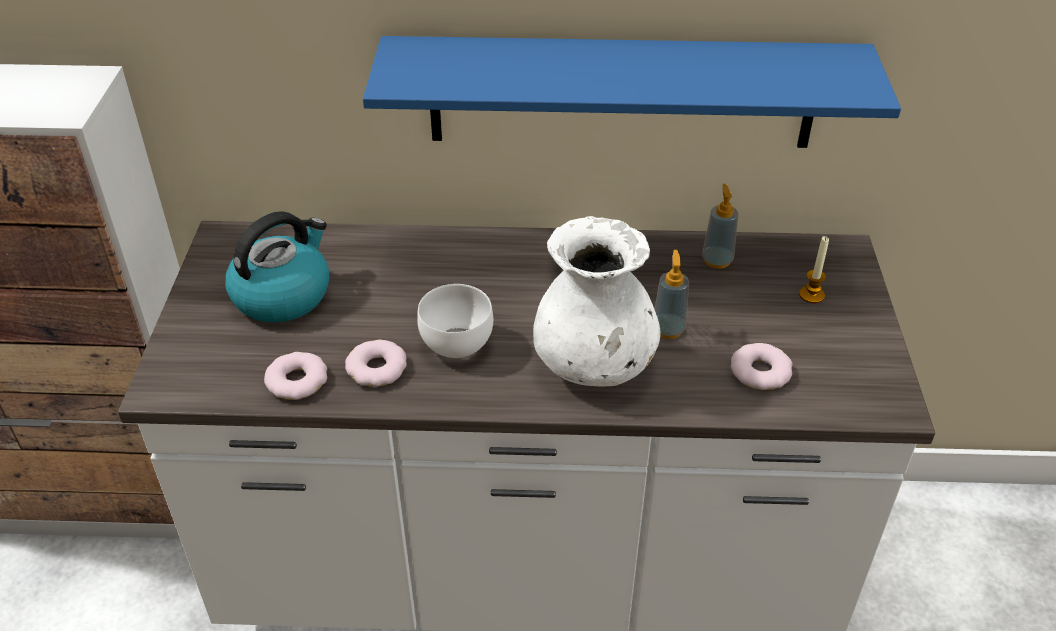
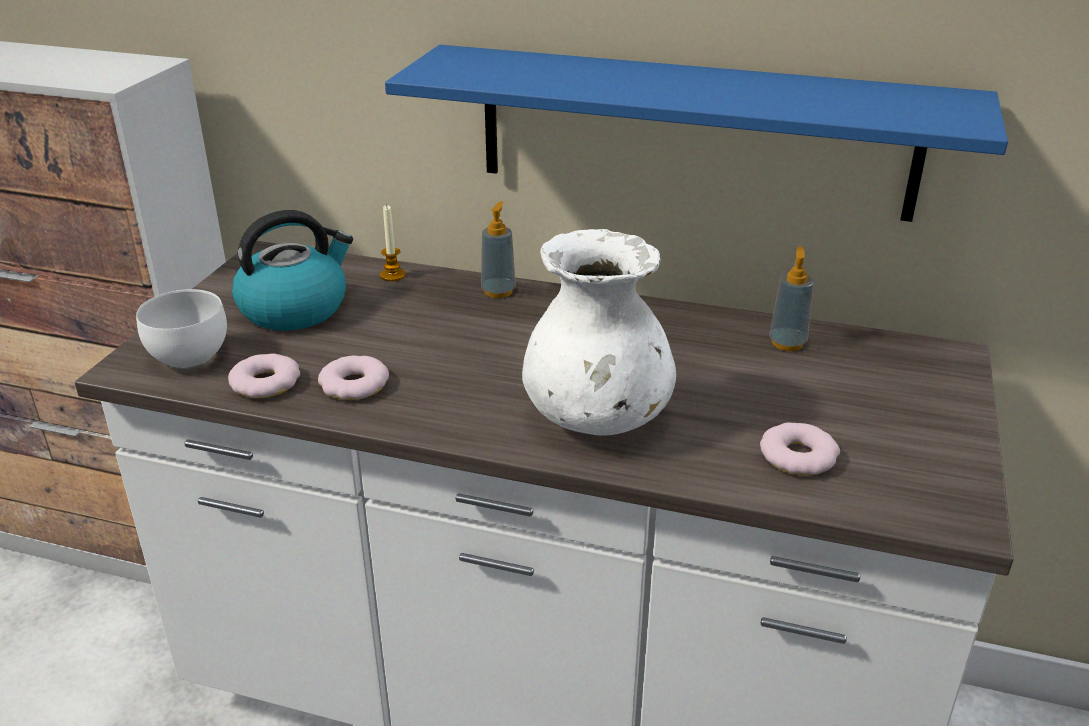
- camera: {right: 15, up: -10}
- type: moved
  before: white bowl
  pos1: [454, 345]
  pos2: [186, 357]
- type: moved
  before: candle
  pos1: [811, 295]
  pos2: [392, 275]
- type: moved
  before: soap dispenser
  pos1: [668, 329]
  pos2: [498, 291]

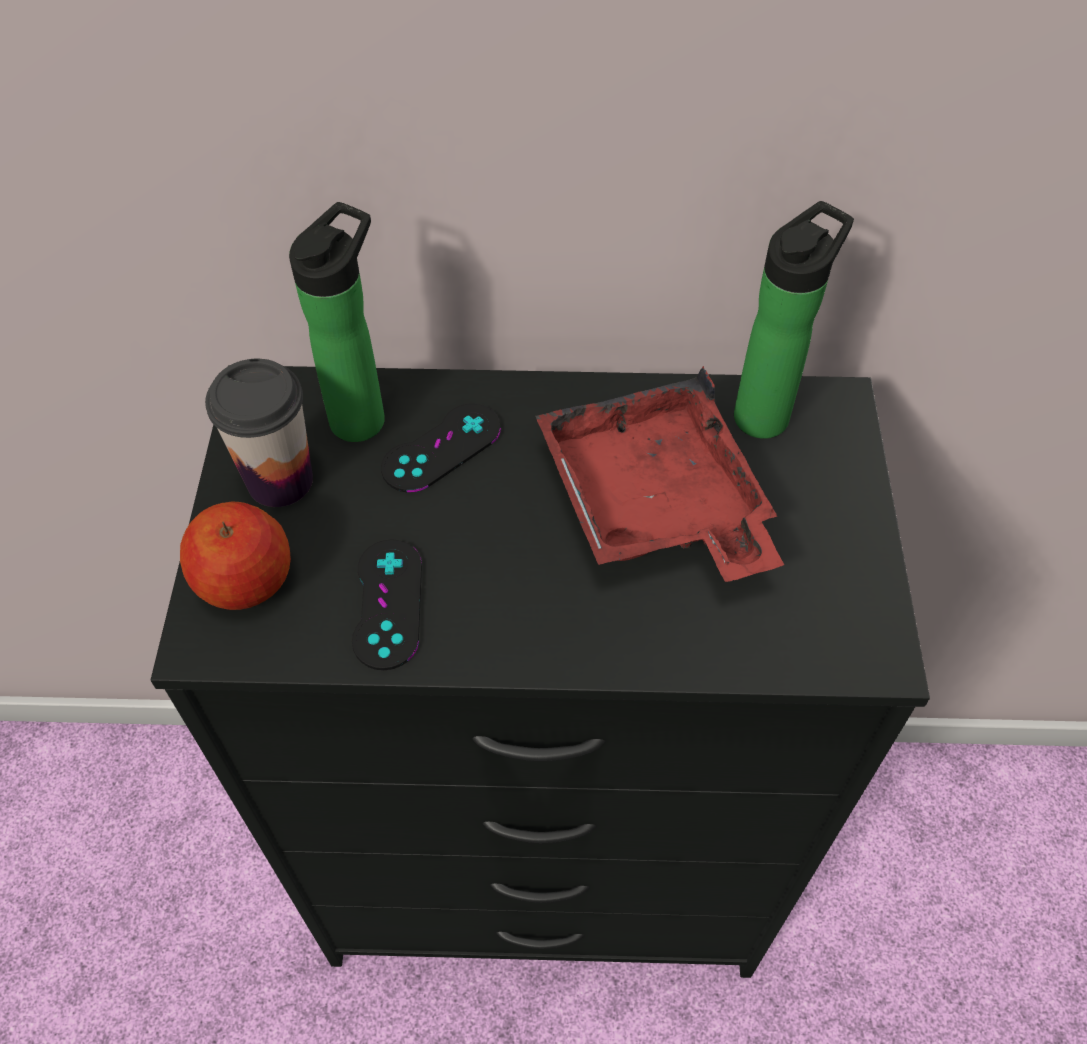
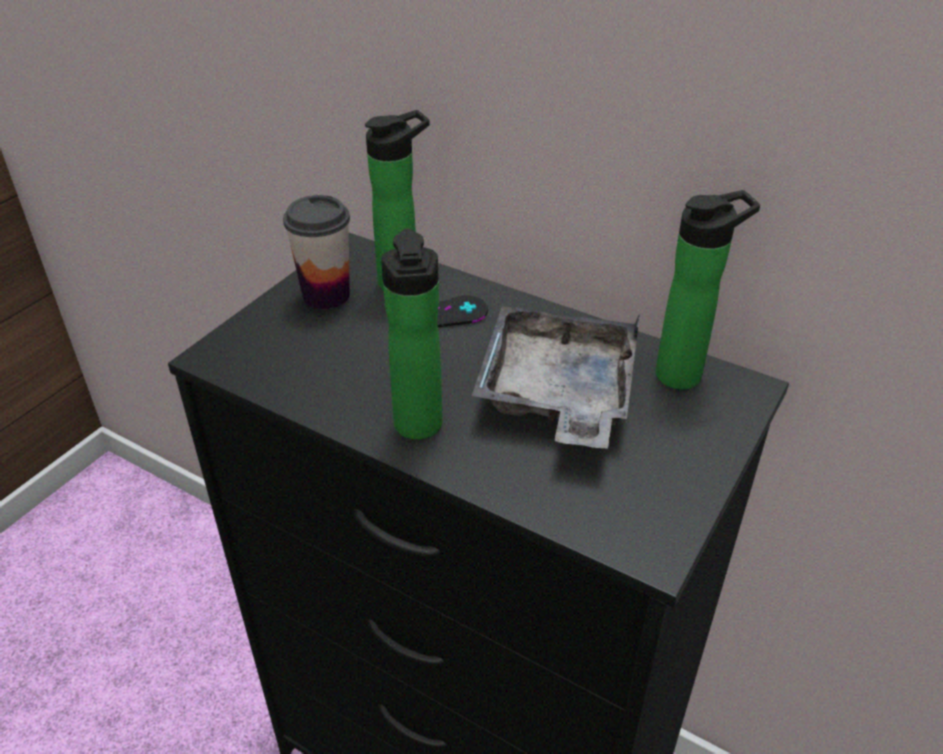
- camera: {right: 30, up: -15}
- type: added
  after: bottle
  pos2: [419, 429]
- type: recoloured
  before: red tray
  after: grey tray
  pos1: [655, 502]
  pos2: [557, 394]
- type: removed
  before: apple
  pos1: [246, 580]
- type: removed
  before: black game controller
  pos1: [388, 604]

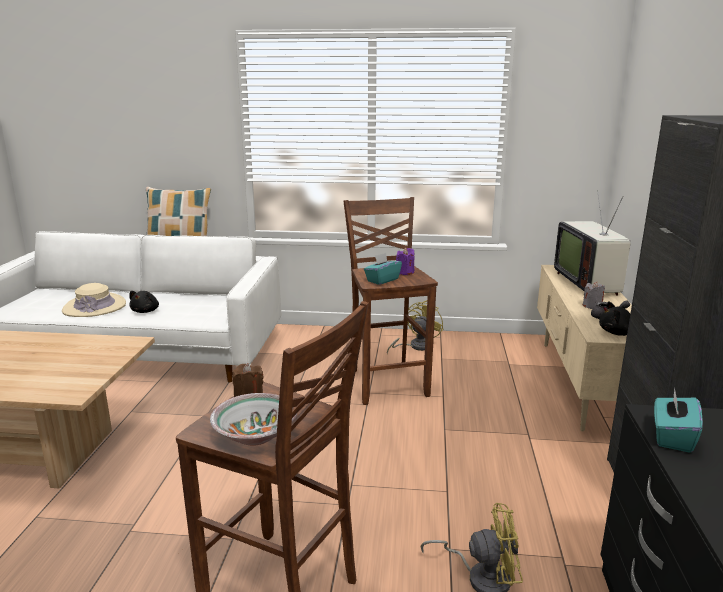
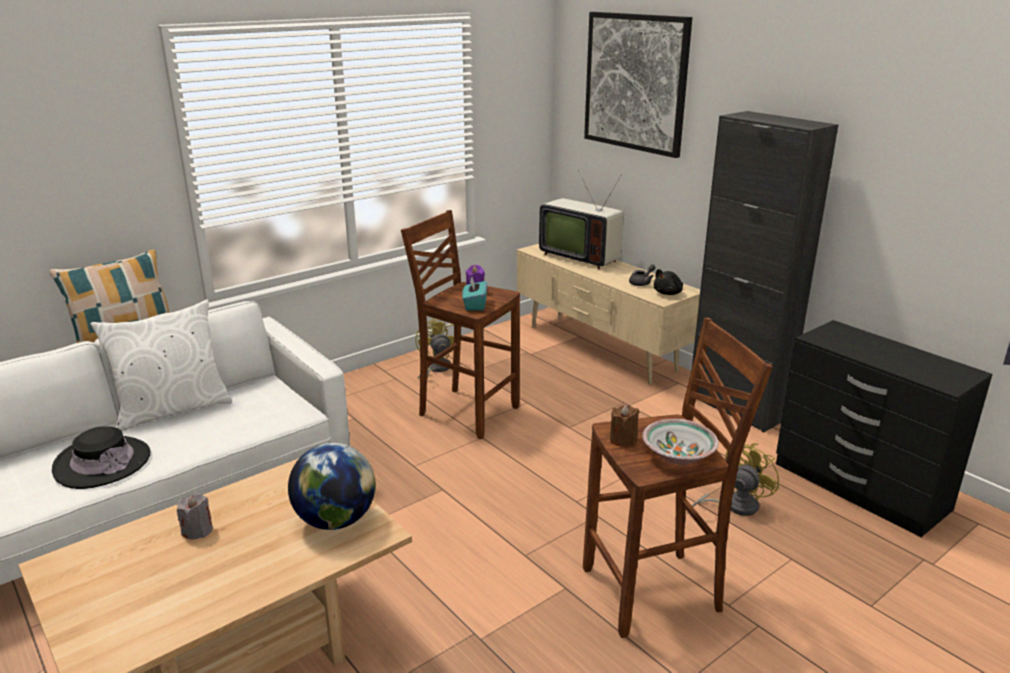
- camera: {right: -45, up: 5}
- type: recoloured
  before: beige hat
  after: black hat
  pos1: [94, 307]
  pos2: [102, 463]
- type: added
  after: white pillow
  pos2: [173, 409]
- type: moved
  before: grey candle
  pos1: [592, 306]
  pos2: [198, 530]
- type: added
  after: globe
  pos2: [335, 520]
- type: added
  after: picture
  pos2: [635, 82]
- type: removed
  before: black plush toy
  pos1: [146, 311]
- type: removed
  before: turquoise tissue box
  pos1: [672, 437]

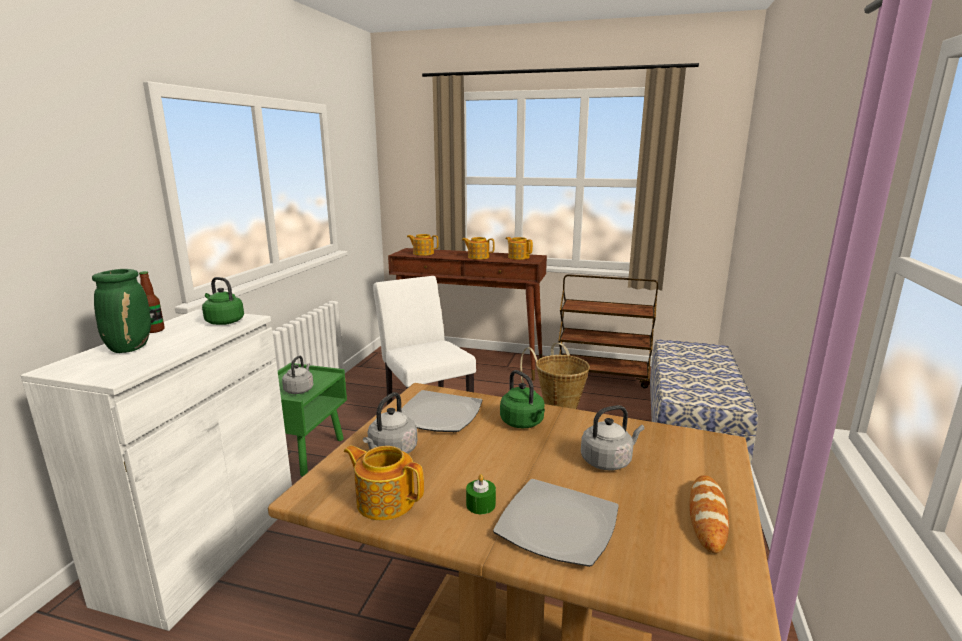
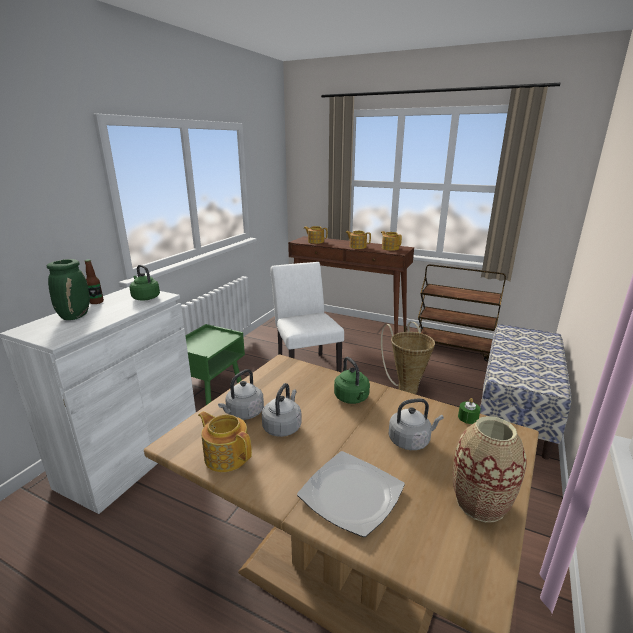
- camera: {right: 10, up: 5}
- type: moved
  before: grey kettle
  pos1: [299, 389]
  pos2: [283, 426]
- type: replaced
  before: bread
  after: vase
  pos1: [707, 516]
  pos2: [480, 503]
- type: moved
  before: green candle
  pos1: [480, 504]
  pos2: [468, 417]
- type: removed
  before: plate
  pos1: [438, 415]

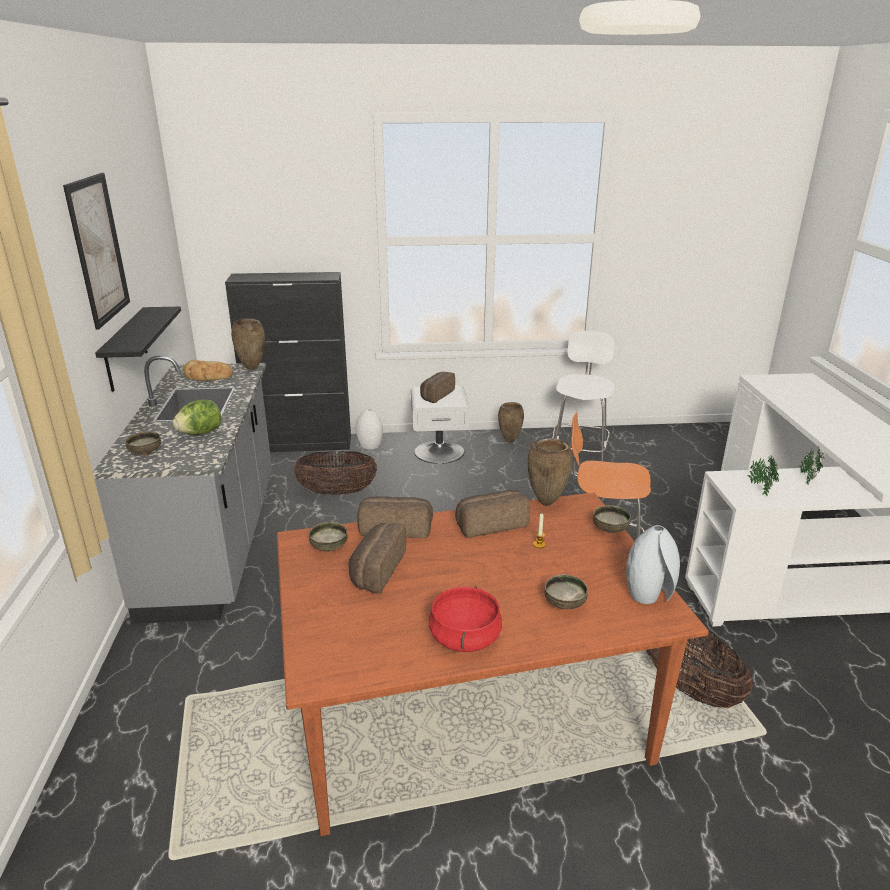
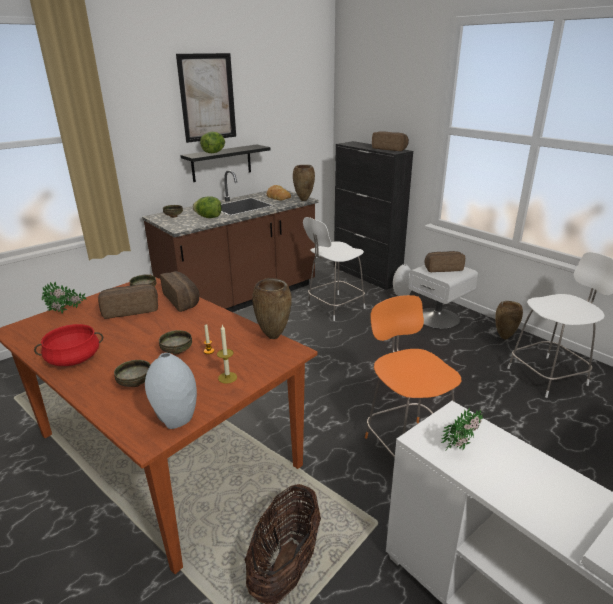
- camera: {right: 55, up: 0}
- type: moved
  before: potted plant
  pos1: [807, 479]
  pos2: [67, 312]
- type: recoloured
  before: grey counter
  after: brown counter
  pos1: [215, 543]
  pos2: [241, 299]
- type: moved
  before: bowl
  pos1: [610, 530]
  pos2: [176, 351]
- type: added
  after: lettuce
  pos2: [214, 152]
- type: added
  after: candle
  pos2: [227, 377]
- type: replaced
  before: basket
  after: white chair
  pos1: [337, 492]
  pos2: [334, 307]
- type: moved
  before: bread
  pos1: [491, 524]
  pos2: [390, 149]

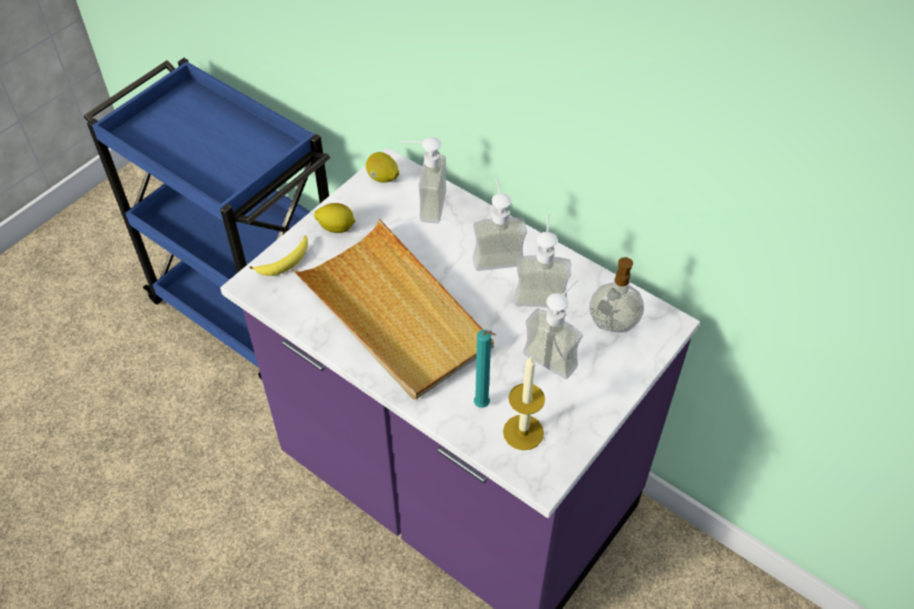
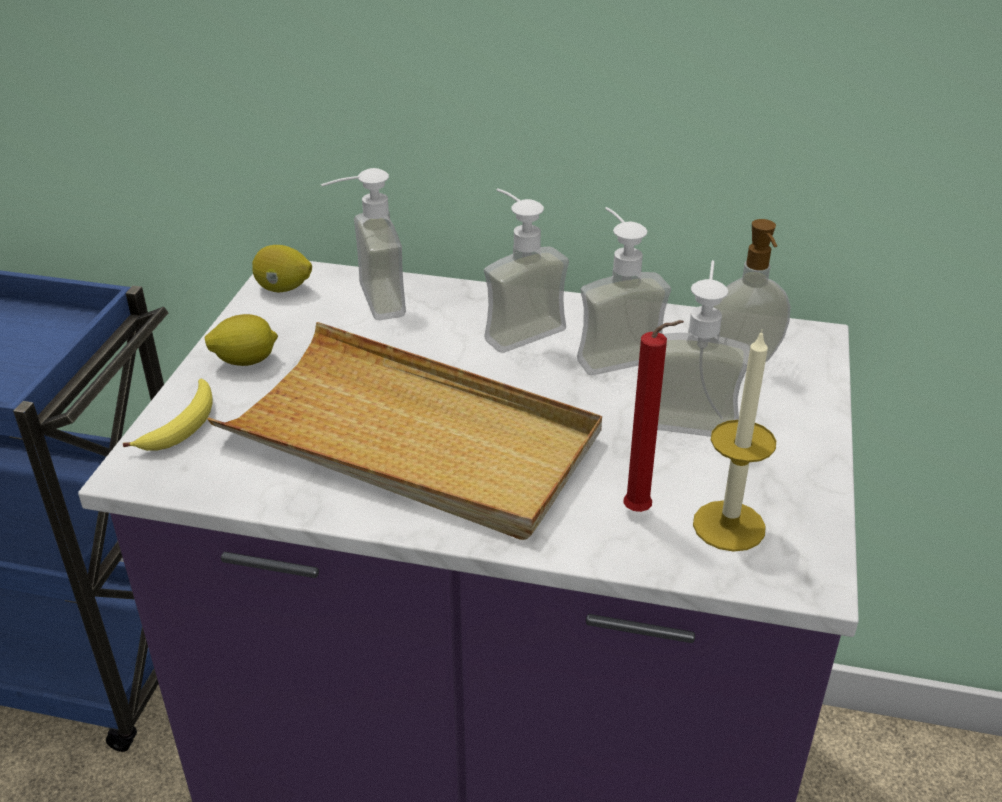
- camera: {right: -25, up: -15}
- type: recoloured
  before: turquoise candle
  after: red candle
  pos1: [483, 406]
  pos2: [641, 512]

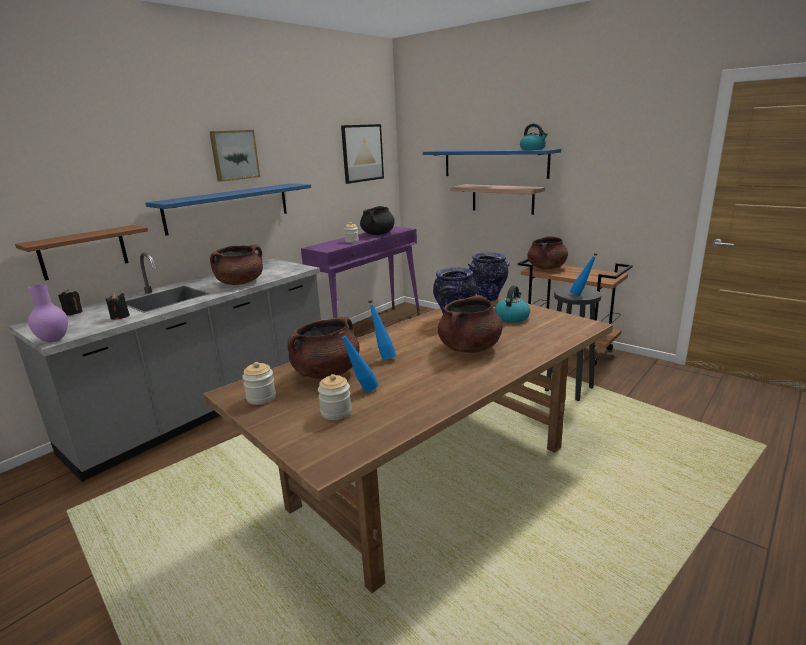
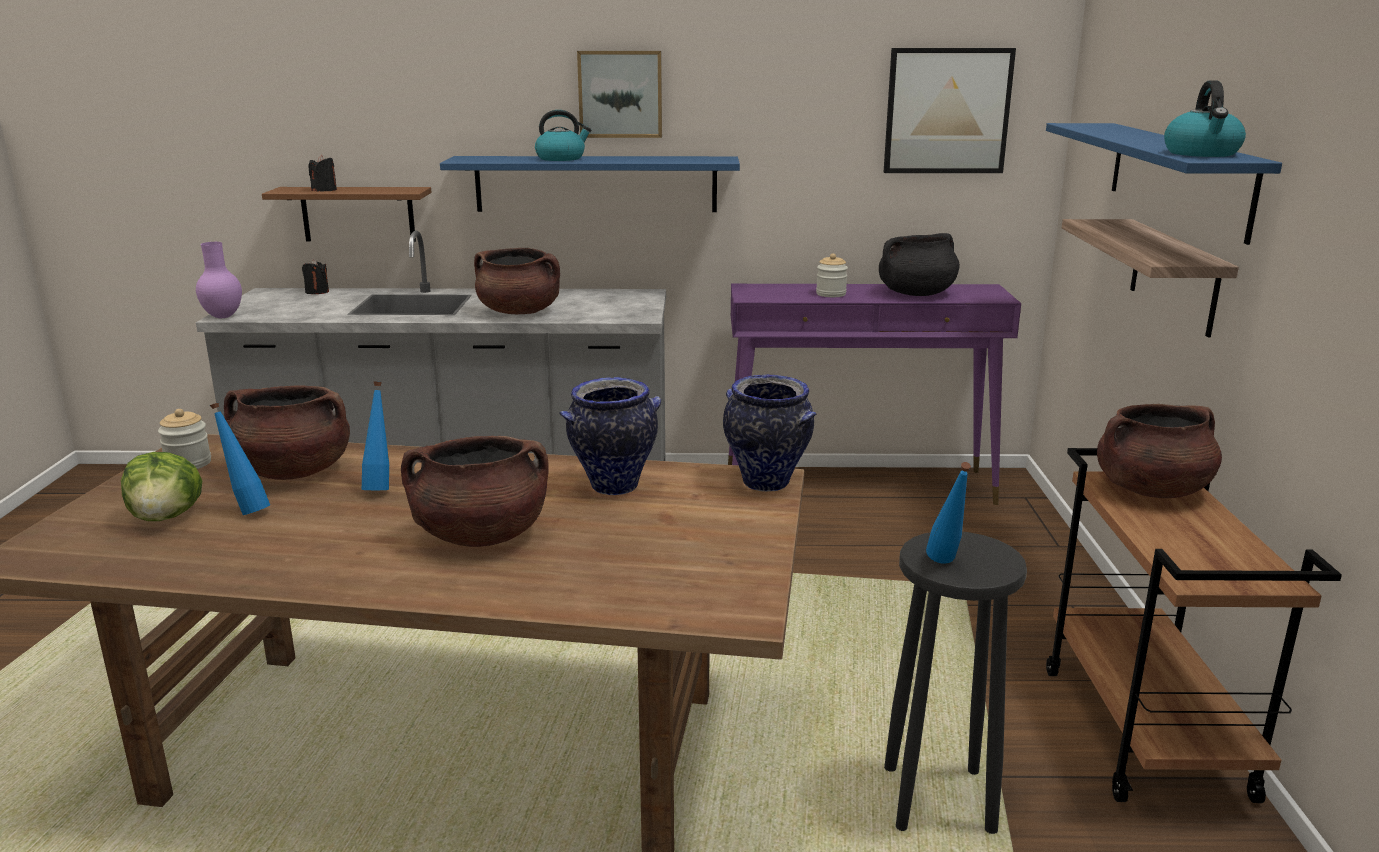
- camera: {right: 50, up: 0}
- type: replaced
  before: jar
  after: lettuce
  pos1: [336, 412]
  pos2: [167, 517]
- type: moved
  before: black candle
  pos1: [120, 317]
  pos2: [324, 190]
- type: moved
  before: kettle
  pos1: [511, 317]
  pos2: [561, 158]

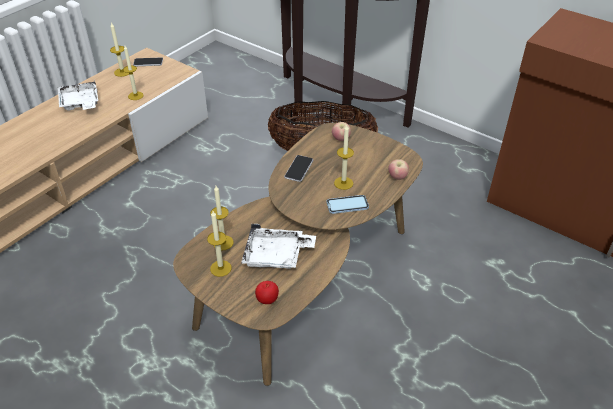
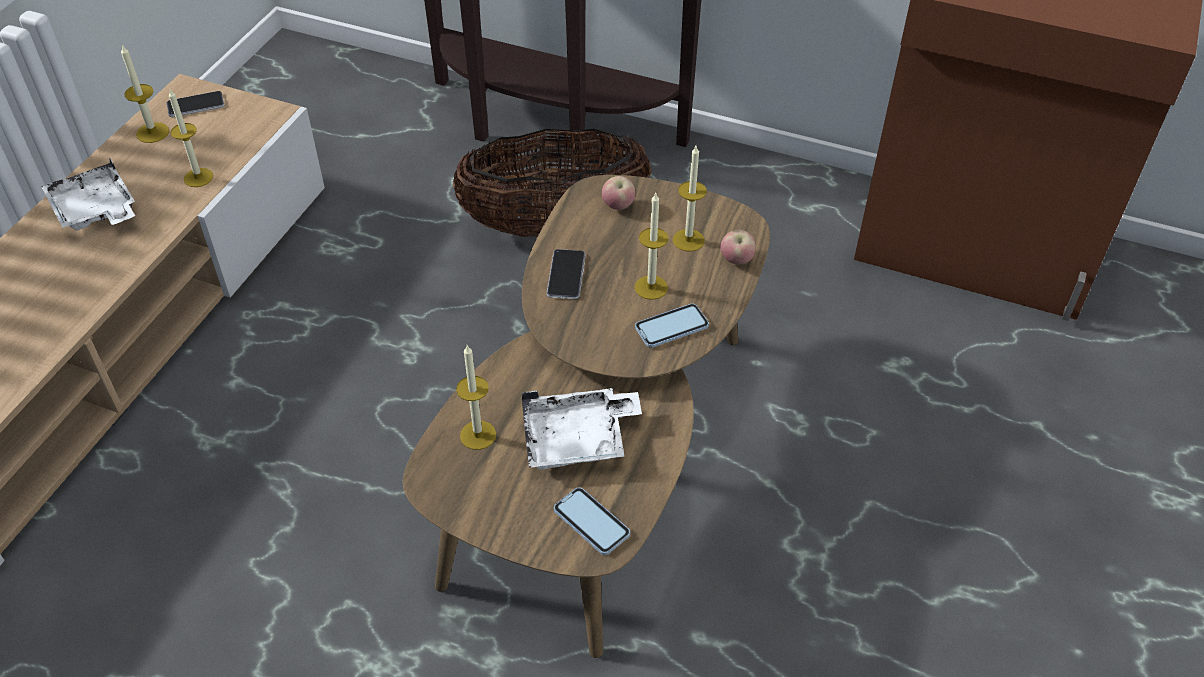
- camera: {right: -15, up: 5}
- type: replaced
  before: apple
  after: phone
  pos1: [267, 300]
  pos2: [591, 522]
- type: moved
  before: candle
  pos1: [220, 268]
  pos2: [688, 240]

